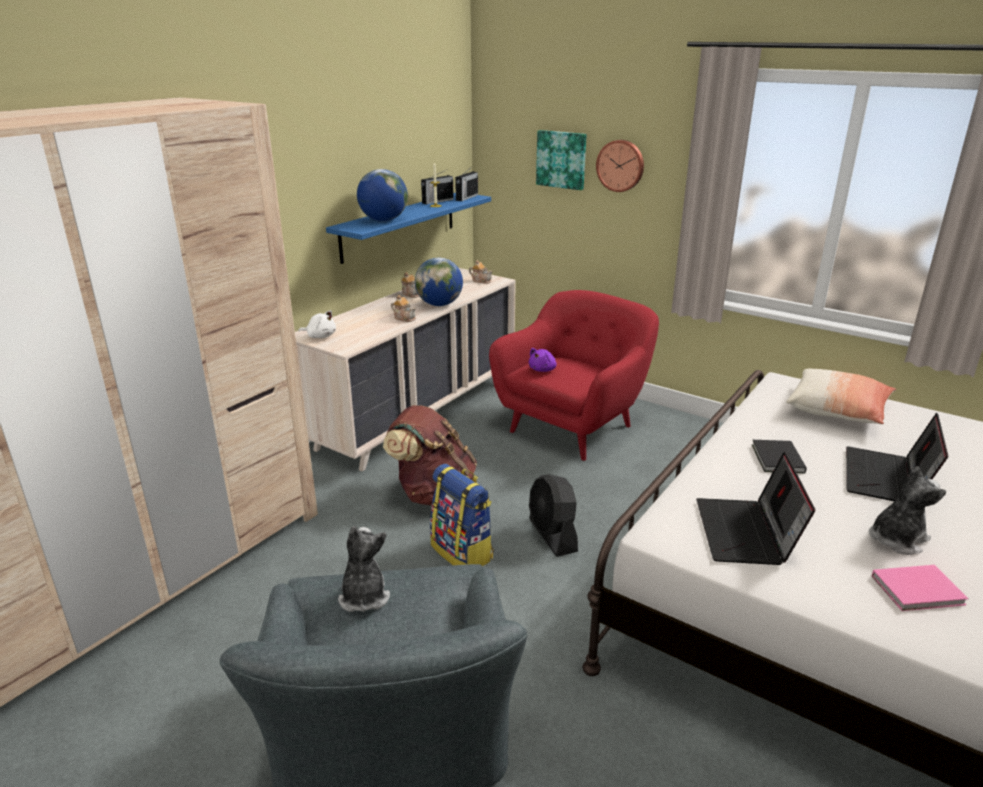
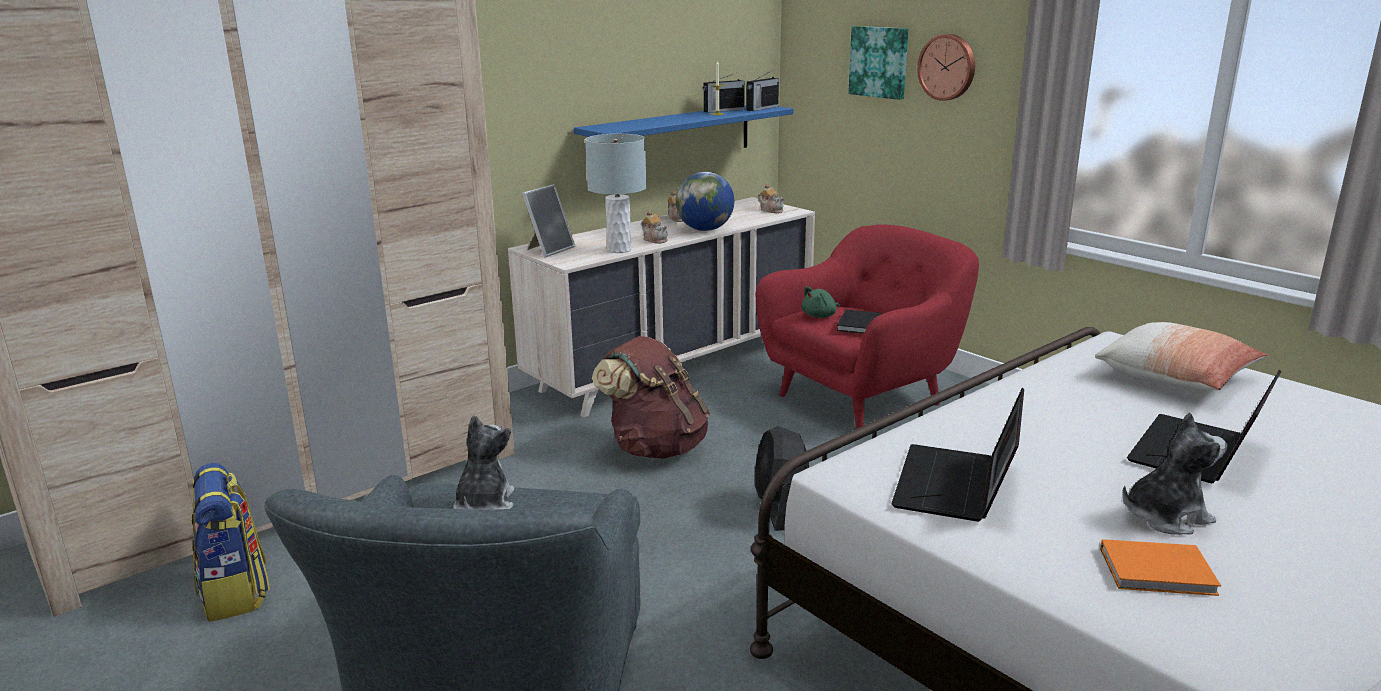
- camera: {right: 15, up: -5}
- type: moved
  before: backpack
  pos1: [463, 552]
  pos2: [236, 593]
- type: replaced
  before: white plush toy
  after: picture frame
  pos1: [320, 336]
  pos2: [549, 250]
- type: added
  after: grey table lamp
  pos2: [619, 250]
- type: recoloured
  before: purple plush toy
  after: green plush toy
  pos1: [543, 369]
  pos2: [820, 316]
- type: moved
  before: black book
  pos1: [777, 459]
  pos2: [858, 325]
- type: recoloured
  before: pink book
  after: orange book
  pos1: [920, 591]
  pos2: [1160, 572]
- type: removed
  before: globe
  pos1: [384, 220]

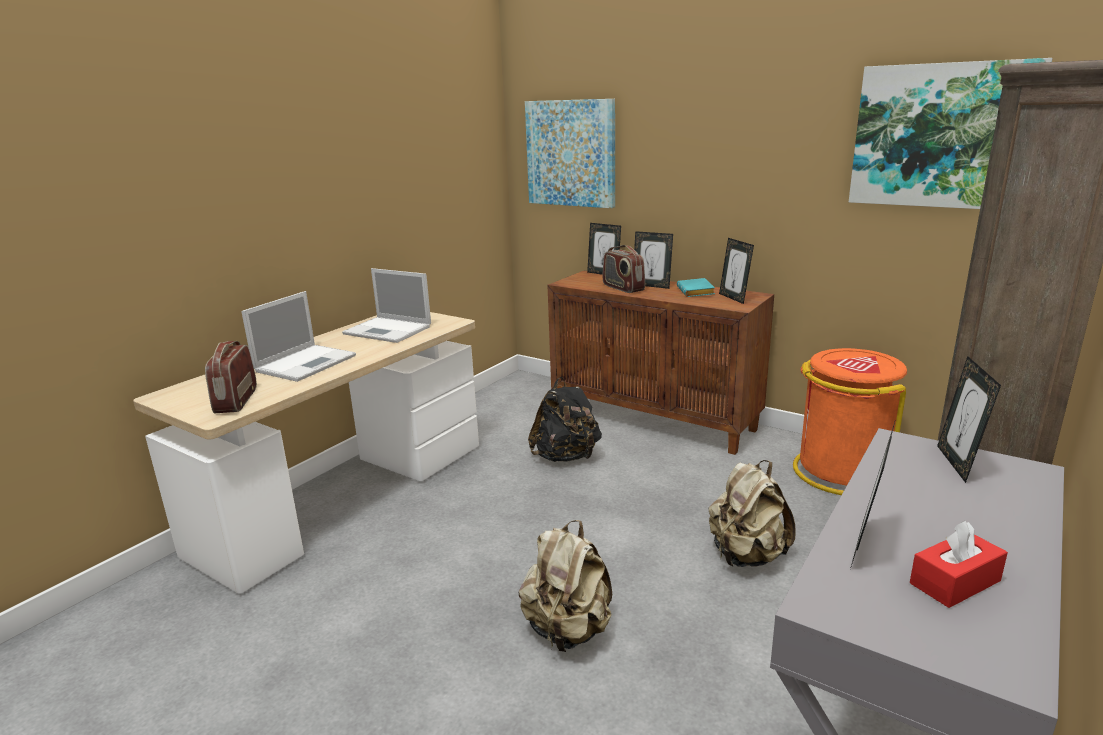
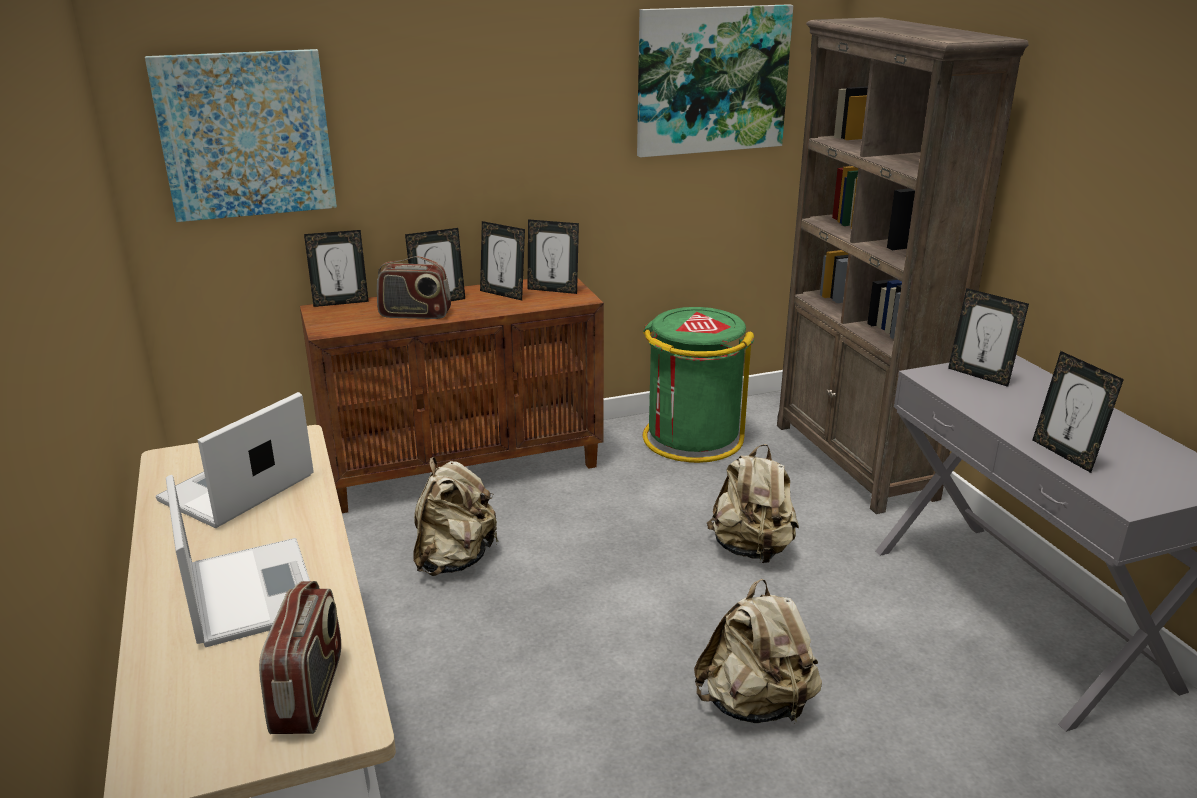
- camera: {right: -55, up: 5}
- type: turned
  before: laptop
  pos1: [389, 330]
  pos2: [235, 490]
  turn: 150
- type: turned
  before: radio
  pos1: [235, 401]
  pos2: [309, 692]
  turn: -120
- type: recoloured
  before: black backpack
  after: beige backpack
  pos1: [566, 457]
  pos2: [454, 559]
- type: replaced
  before: turquoise book
  after: picture frame
  pos1: [697, 292]
  pos2: [503, 294]
- type: recoloured
  before: orange trash can
  after: green trash can
  pos1: [841, 472]
  pos2: [691, 438]
- type: removed
  before: red tissue box
  pos1: [955, 582]

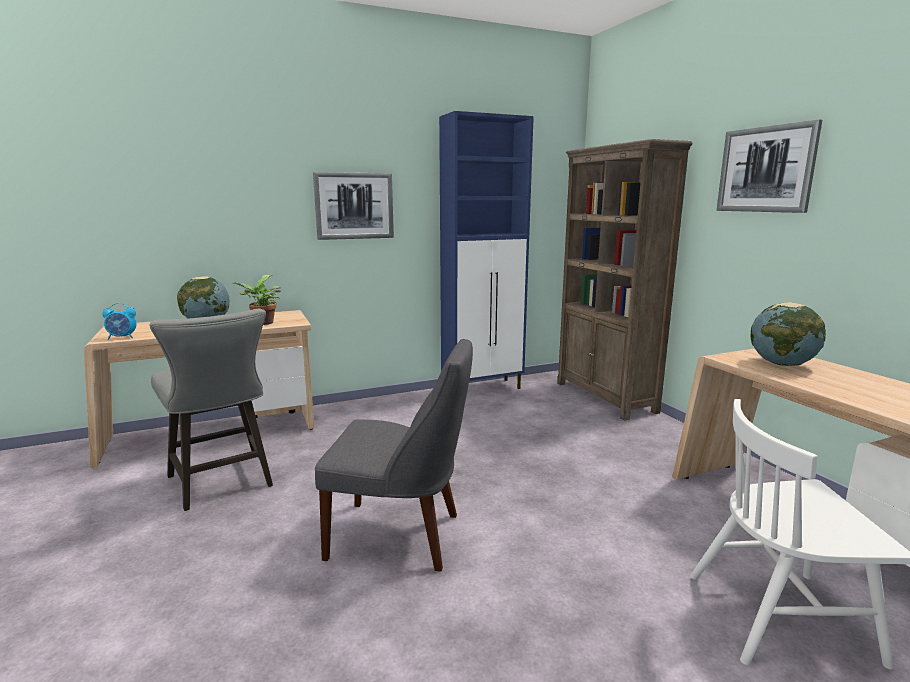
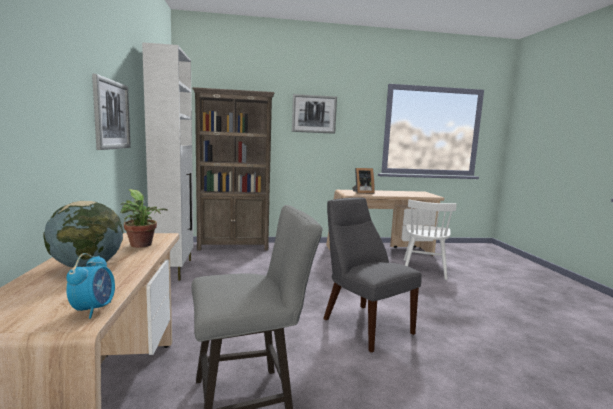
- camera: {right: -75, up: -5}
- type: recoloured
  before: blue cabinet
  after: white cabinet
  pos1: [483, 388]
  pos2: [174, 269]
- type: turned
  before: grey chair
  pos1: [401, 536]
  pos2: [364, 324]
  turn: -60
- type: replaced
  before: globe
  after: picture frame
  pos1: [782, 364]
  pos2: [362, 192]

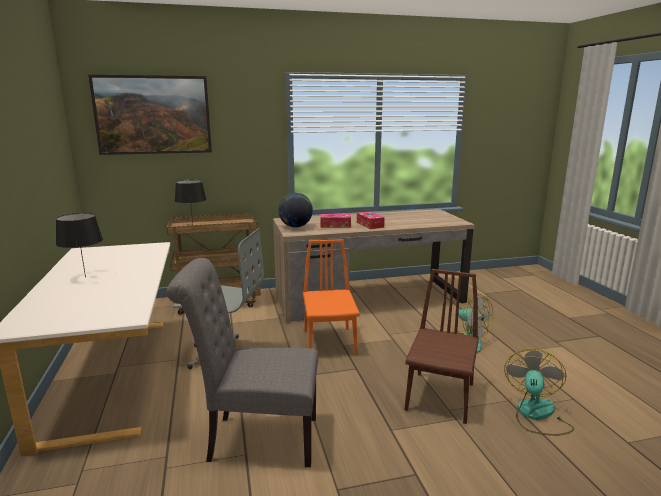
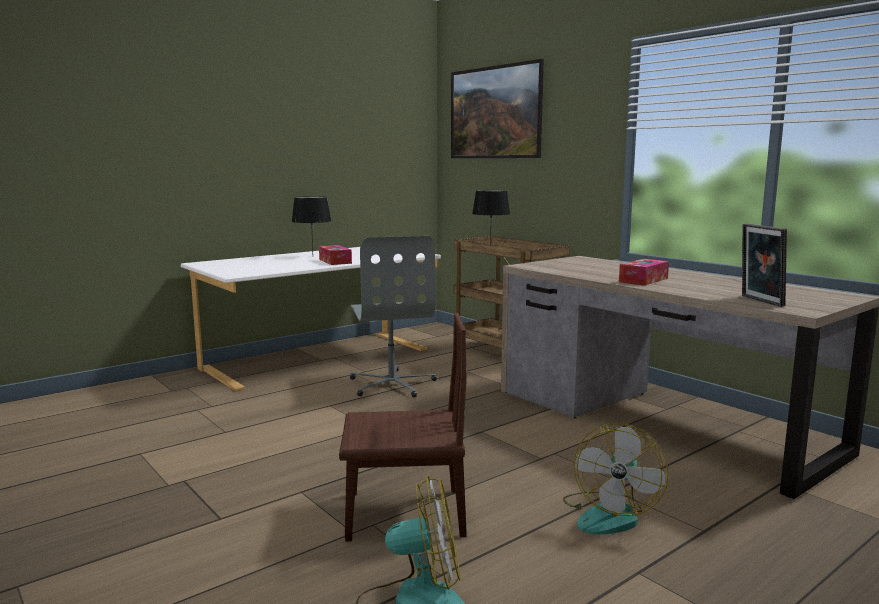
- camera: {right: 65, up: -5}
- type: moved
  before: tissue box
  pos1: [335, 225]
  pos2: [335, 261]
- type: added
  after: picture frame
  pos2: [759, 301]
- type: removed
  before: grey chair
  pos1: [256, 439]
- type: removed
  before: globe
  pos1: [295, 227]
- type: removed
  before: orange chair
  pos1: [329, 342]

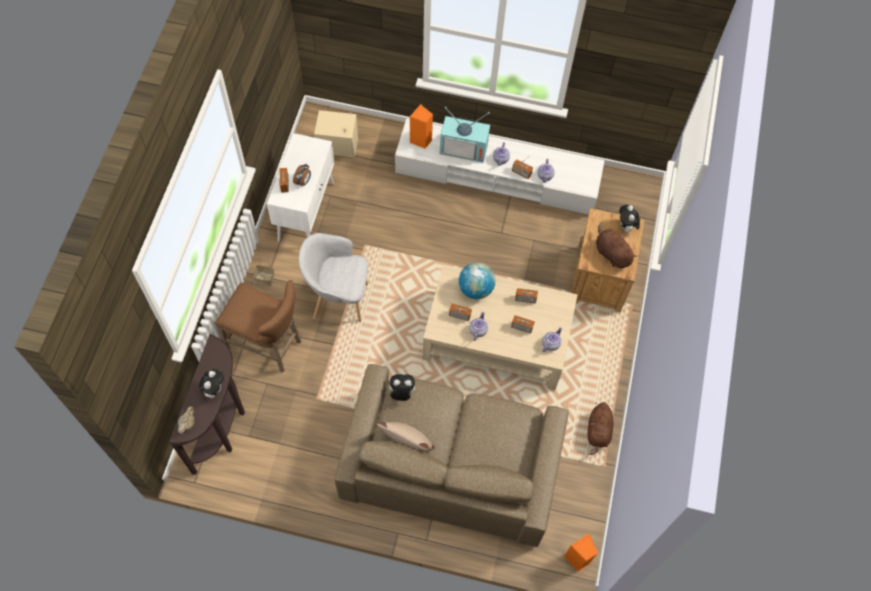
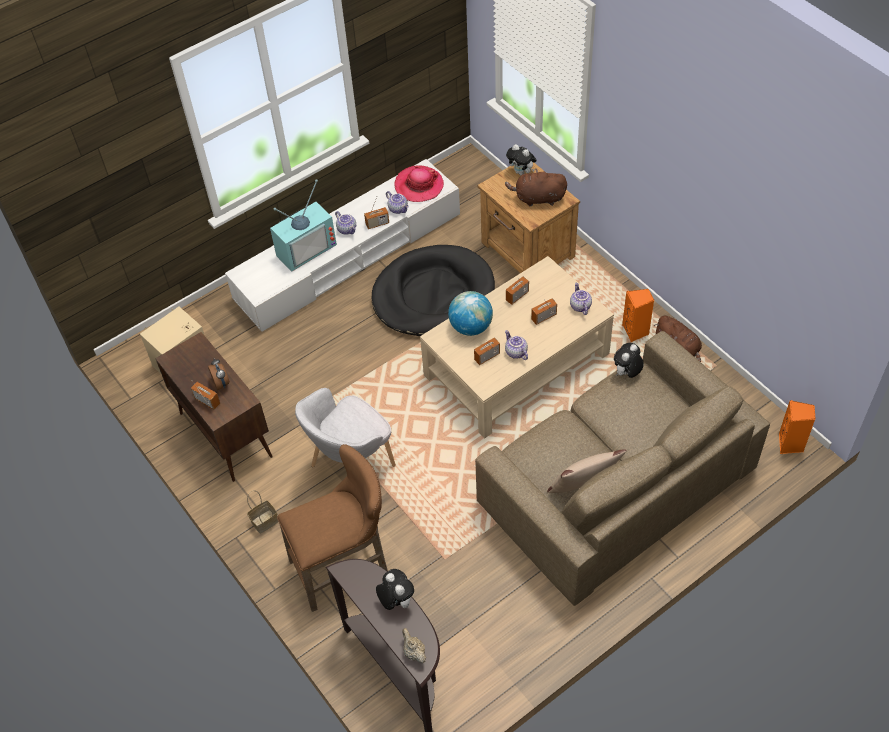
- camera: {right: -45, up: -10}
- type: recoloured
  before: white cabinet
  after: brown cabinet
  pos1: [306, 211]
  pos2: [225, 434]
- type: added
  after: black dog bed
  pos2: [433, 295]
- type: added
  after: hat
  pos2: [419, 185]
- type: moved
  before: plush toy
  pos1: [401, 393]
  pos2: [626, 373]
- type: moved
  before: orange speaker
  pos1: [421, 140]
  pos2: [636, 332]

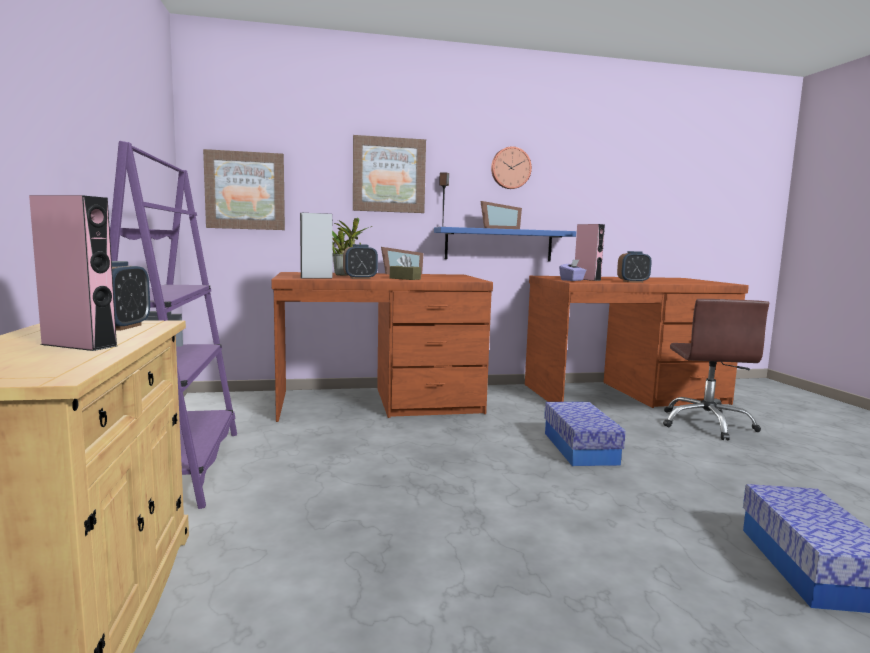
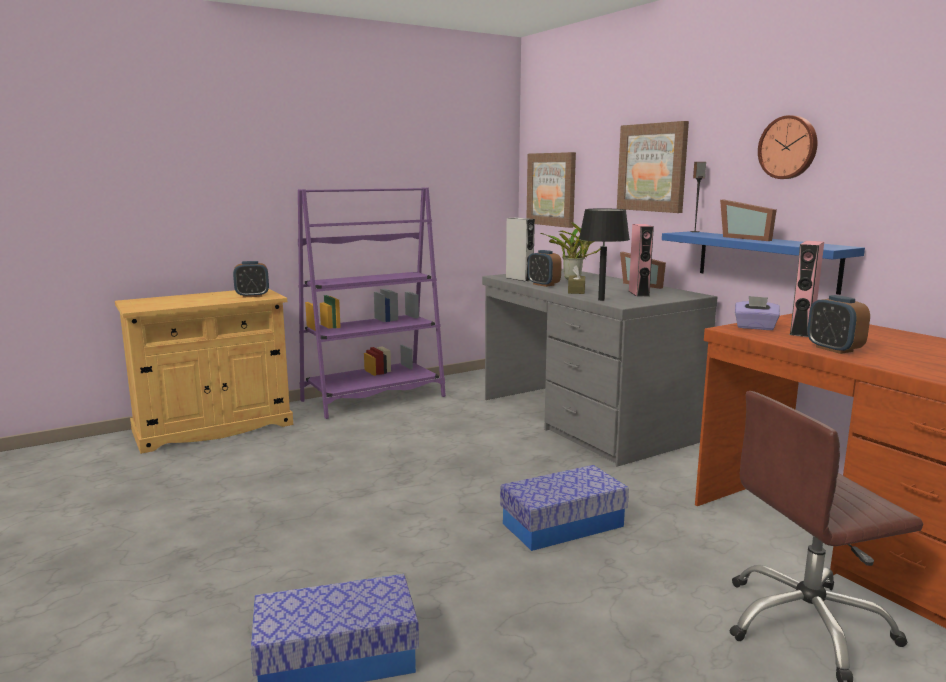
- camera: {right: 70, up: 5}
- type: recoloured
  before: brown desk
  after: grey desk
  pos1: [380, 402]
  pos2: [584, 419]
- type: added
  after: black table lamp
  pos2: [601, 300]
- type: moved
  before: pink speaker
  pos1: [79, 345]
  pos2: [638, 293]

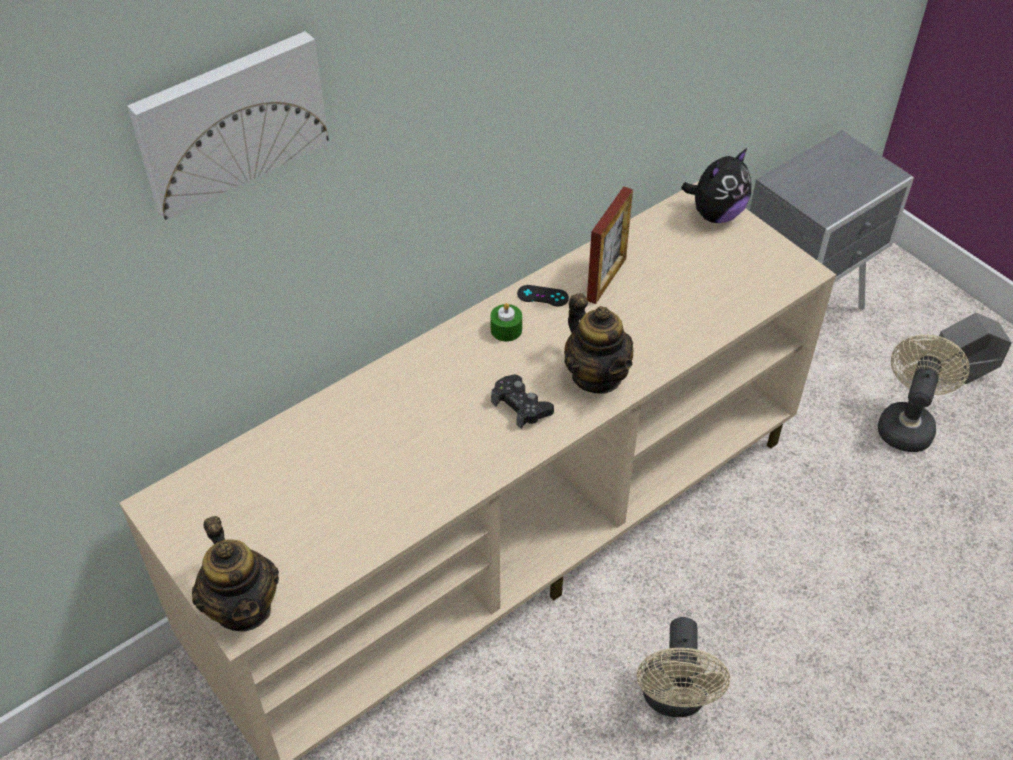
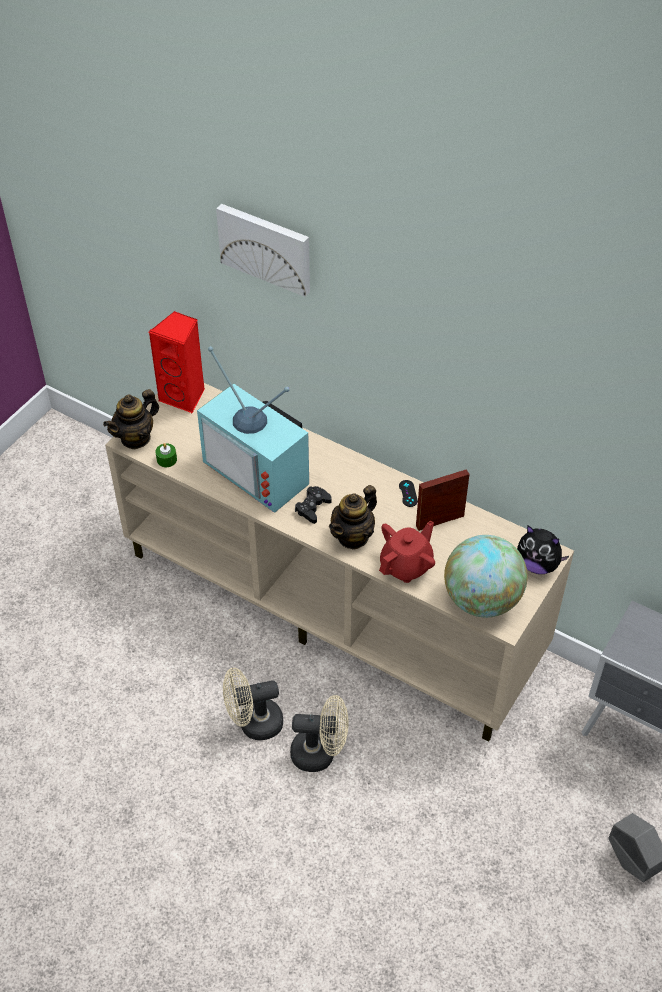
- camera: {right: 70, up: 0}
- type: added
  after: red speaker
  pos2: [184, 396]
- type: moved
  before: green candle
  pos1: [506, 330]
  pos2: [166, 460]
- type: added
  after: television
  pos2: [261, 470]
- type: moved
  before: beige fan
  pos1: [907, 423]
  pos2: [320, 753]
- type: added
  after: red teapot
  pos2: [406, 566]
- type: turned
  before: picture frame
  pos1: [606, 279]
  pos2: [440, 521]
  turn: 150
- type: added
  after: globe
  pos2: [481, 600]

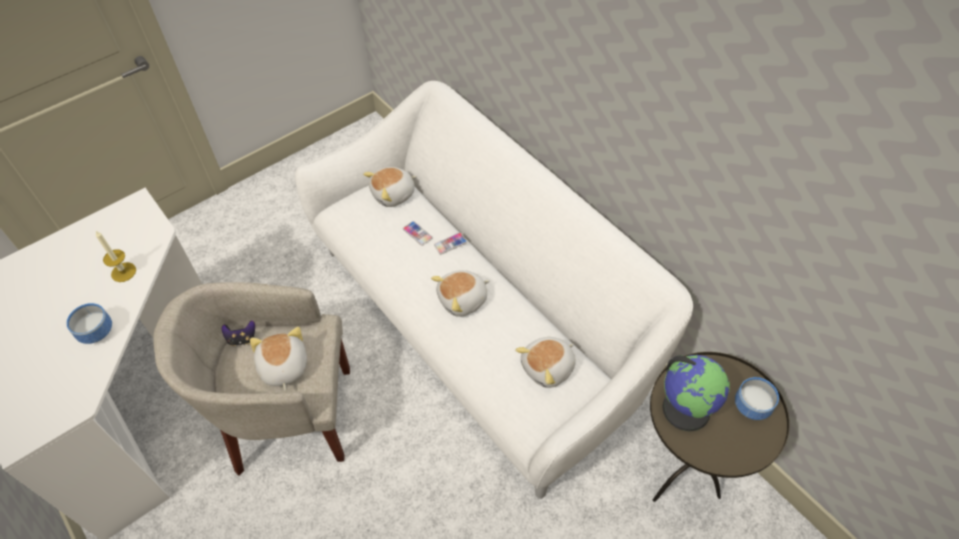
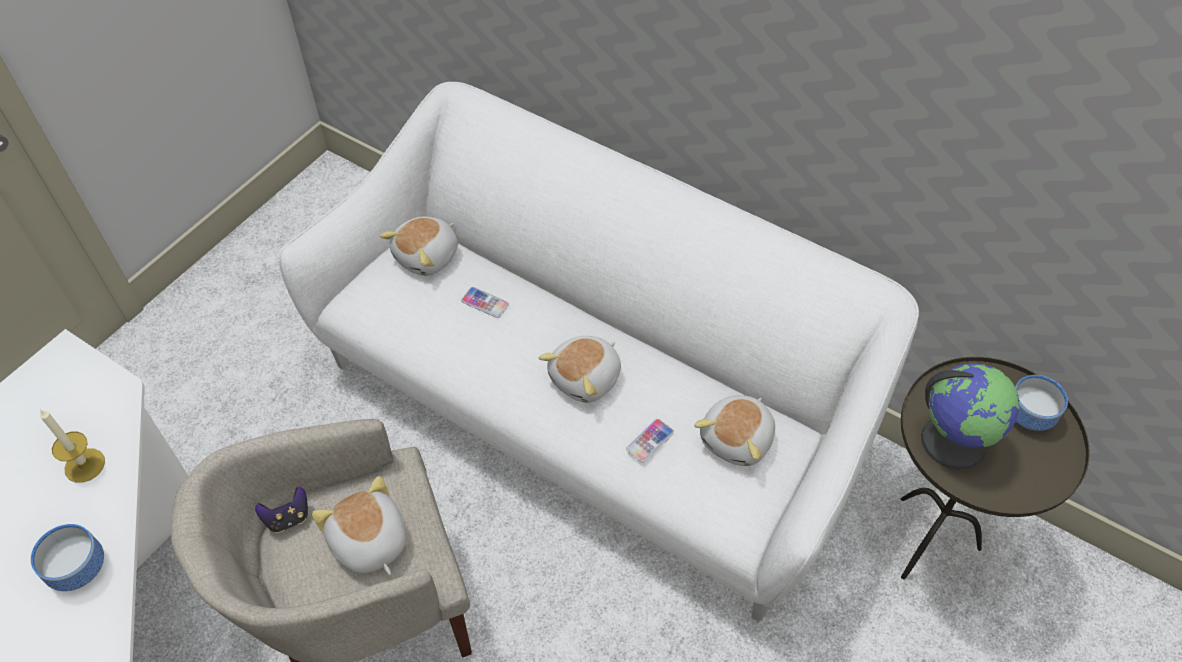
- camera: {right: -20, up: 0}
- type: moved
  before: phone
  pos1: [450, 244]
  pos2: [650, 441]

